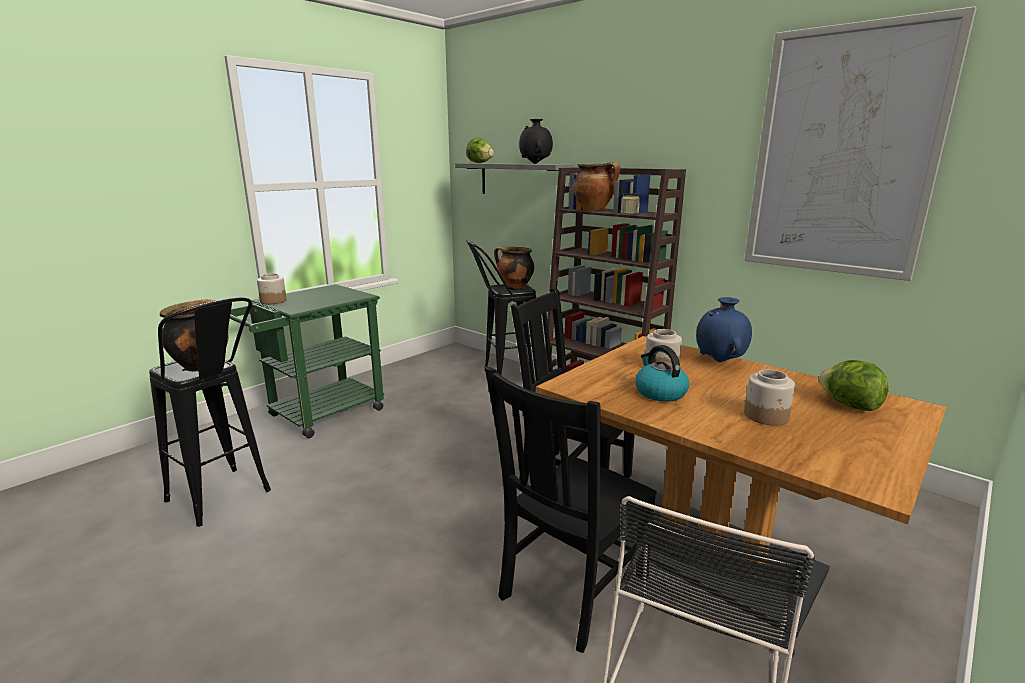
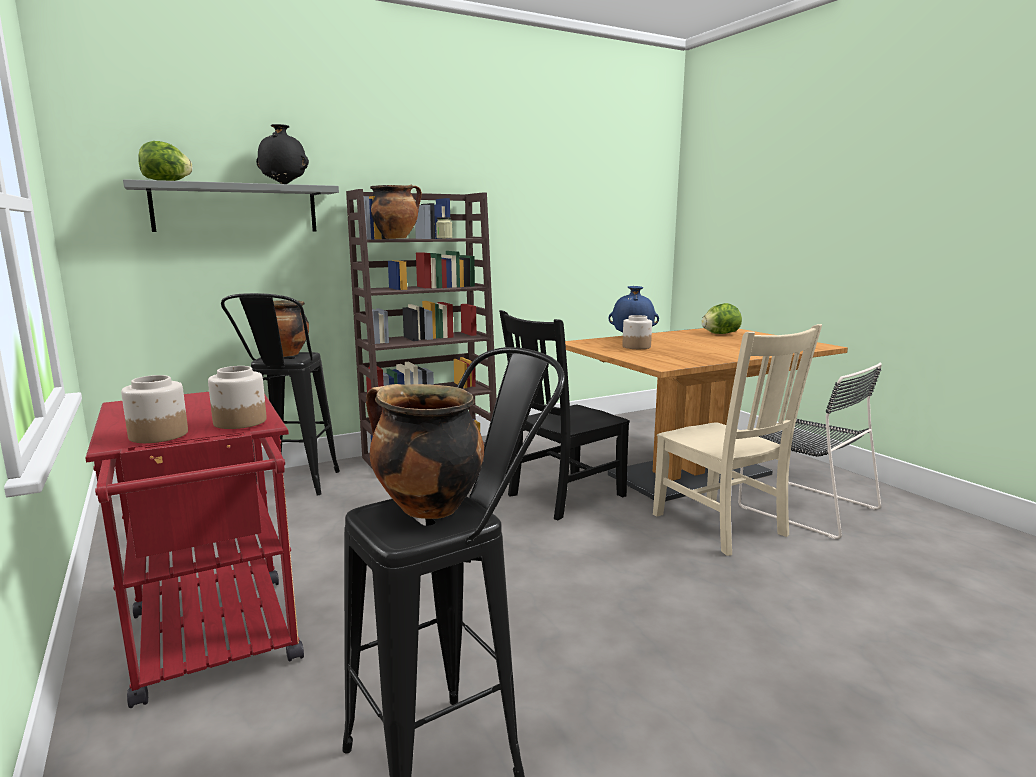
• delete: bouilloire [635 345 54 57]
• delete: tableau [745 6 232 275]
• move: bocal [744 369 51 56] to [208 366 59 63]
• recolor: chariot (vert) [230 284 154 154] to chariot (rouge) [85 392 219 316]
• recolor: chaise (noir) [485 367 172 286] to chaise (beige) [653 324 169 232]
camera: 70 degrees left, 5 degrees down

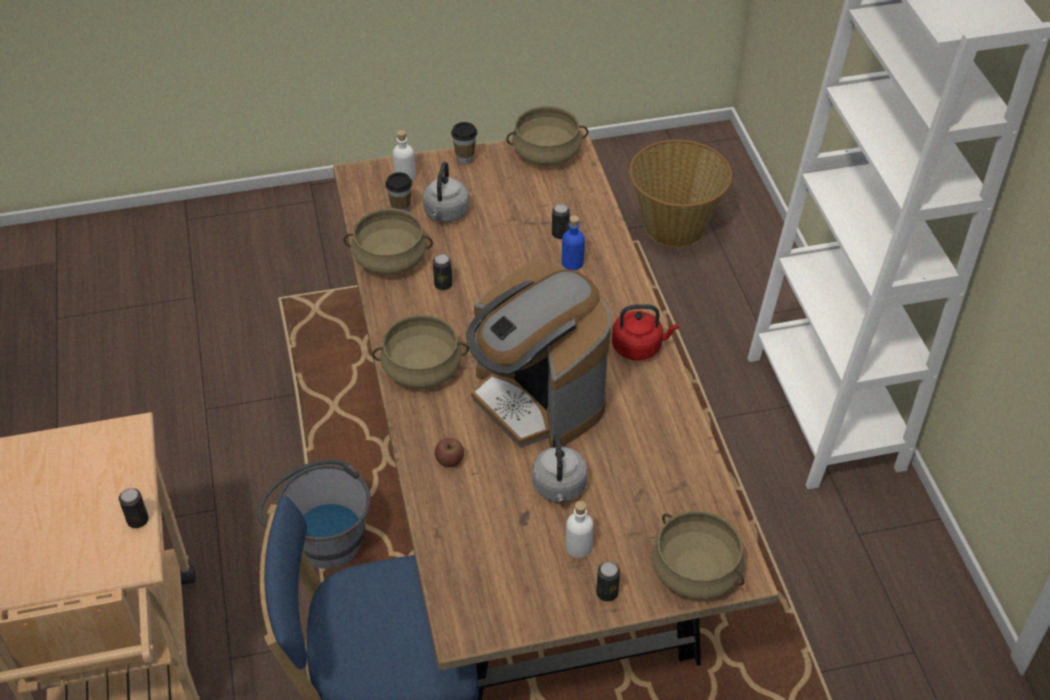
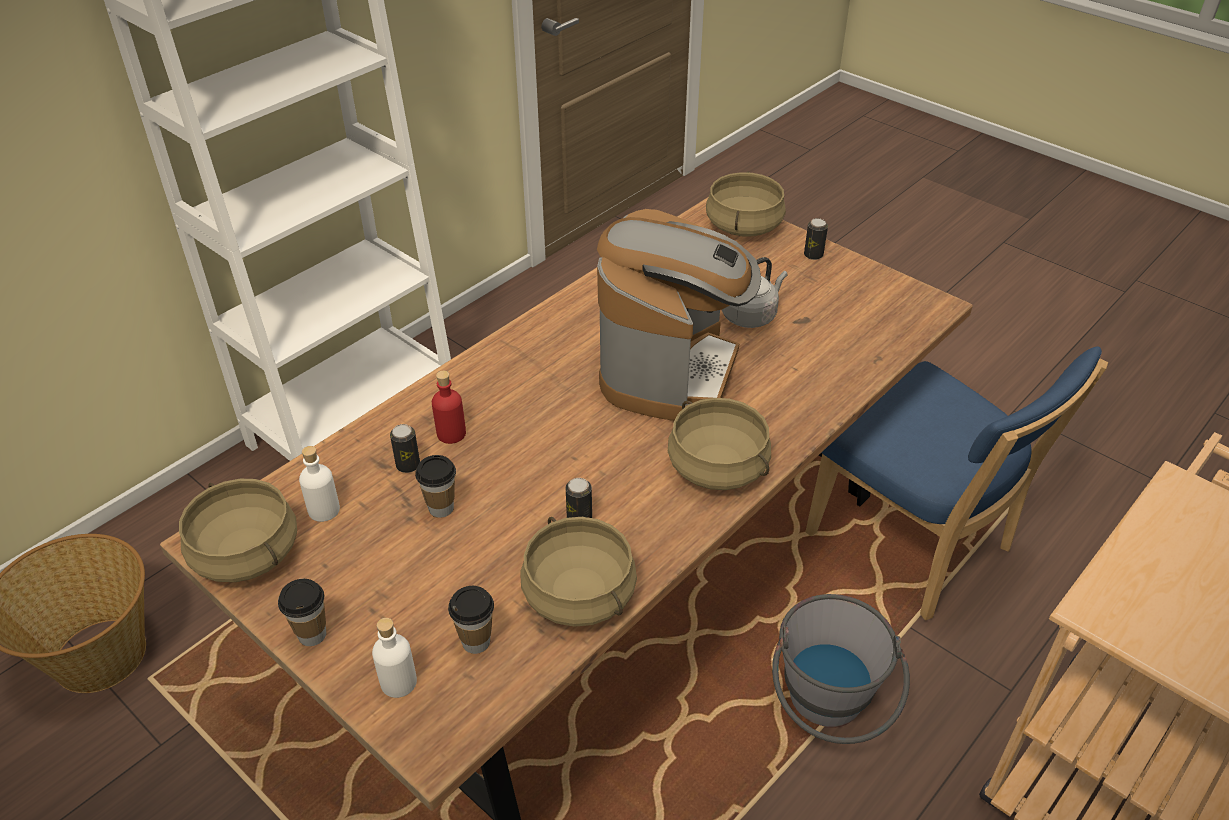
• delete: boîte métallique [119 488 30 40]
• delete: bouilloire (gris) [423 162 46 60]
• delete: pomme [435 438 29 29]
• delete: bouilloire (rouge) [612 304 67 57]
• insert: tasse [415 455 41 63]
• move: bouteille (blanc) [566 501 27 57] to [299 446 41 76]
• recolor: bouteille (bleu) [562 216 23 54] to bouteille (rouge) [432 371 34 73]
camera: 125 degrees left, 5 degrees down

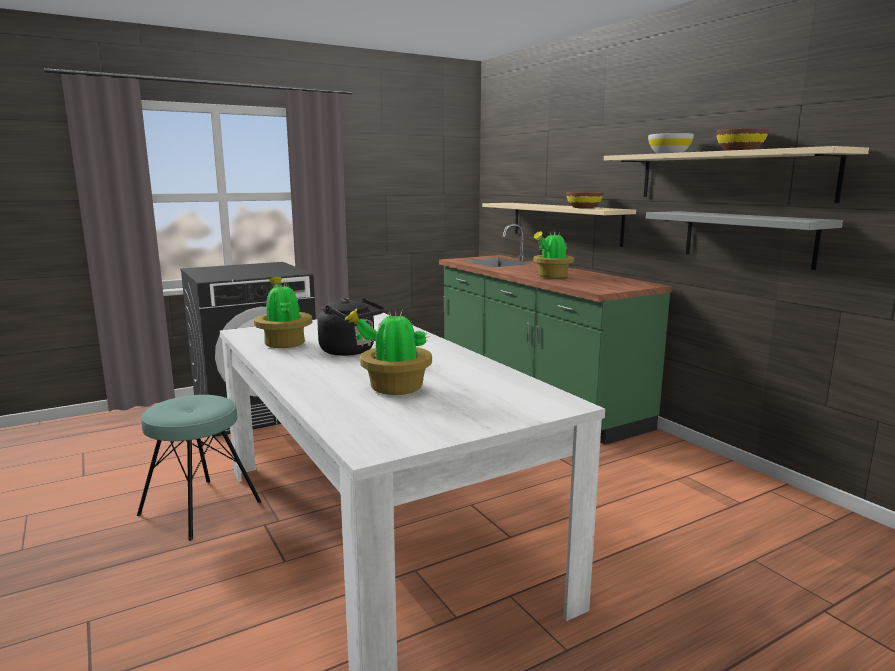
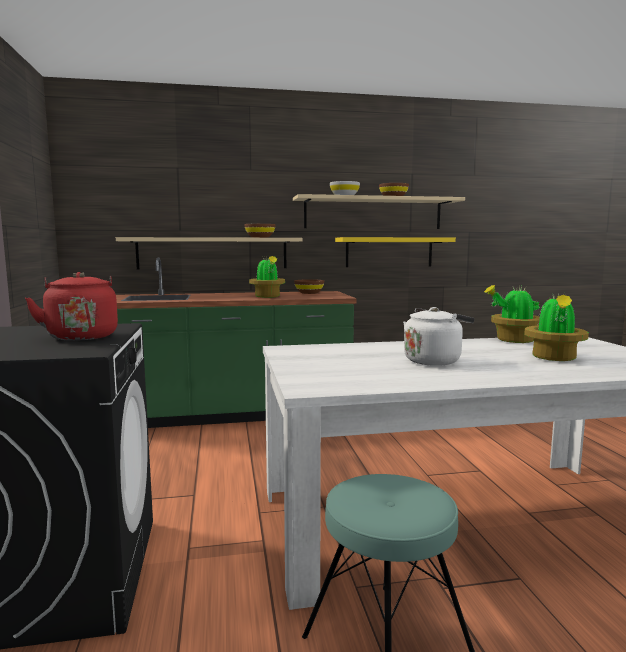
• insert: bouilloire (rouge) [25 272 93 69]
• insert: bol (marron) [294 279 30 15]
• move: plante en pot [254 276 58 72] to [484 285 56 58]
• recolor: bouilloire (noir) [317 298 68 58] to bouilloire (blanc) [403 307 71 59]
• recolor: étagère (gris) [646 211 197 59] to étagère (jaune) [335 237 121 30]
camera: 70 degrees left, 5 degrees down

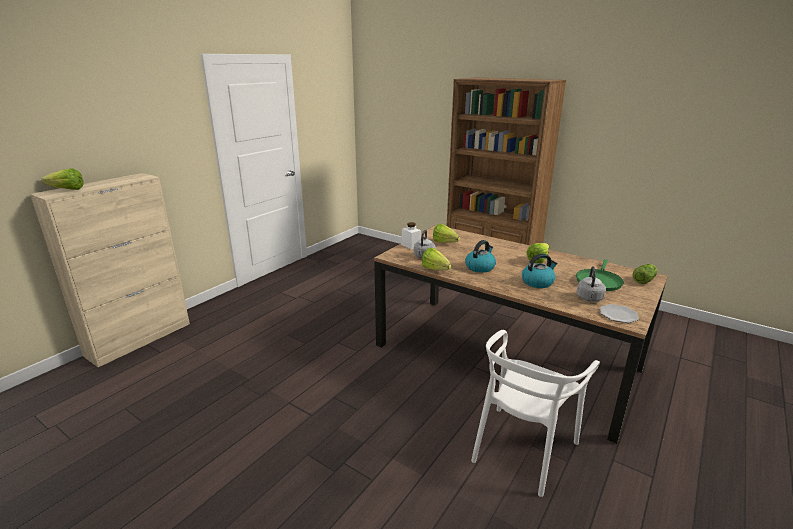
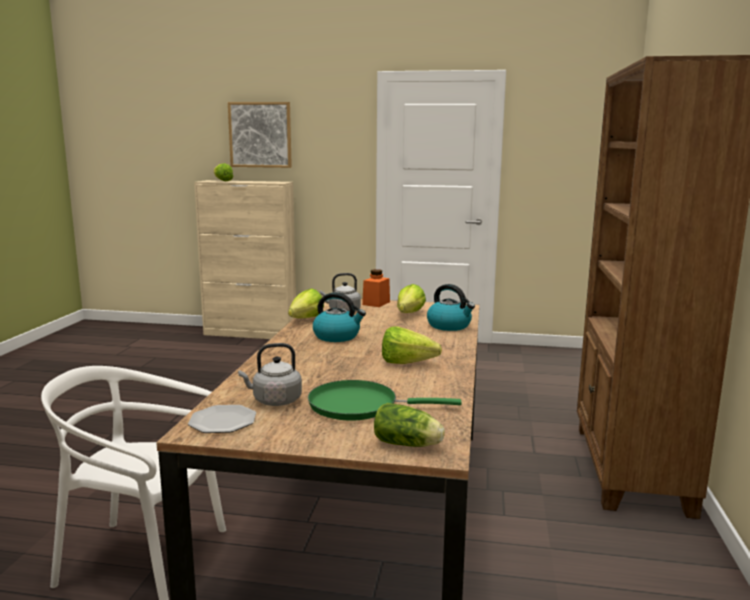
• insert: tableau [228 102 64 66]
• move: bouilloire [522 254 36 34] to [427 284 48 47]
• recolor: bocal (blanc) [401 222 20 27] to bocal (orange) [362 269 28 38]
camera: 65 degrees right, 10 degrees down

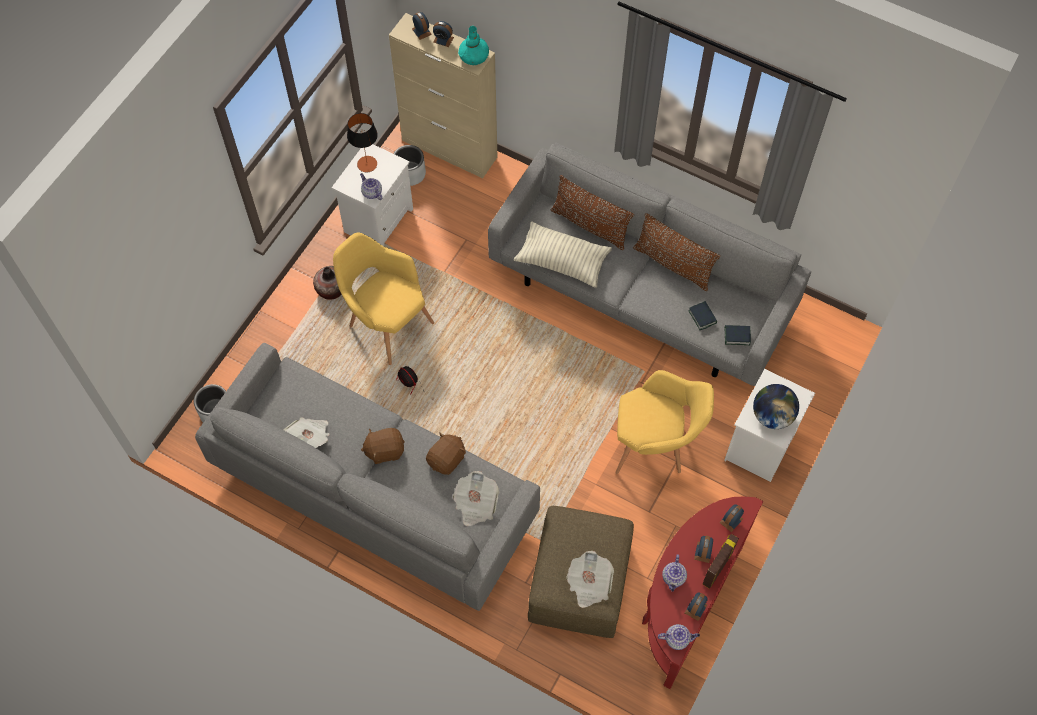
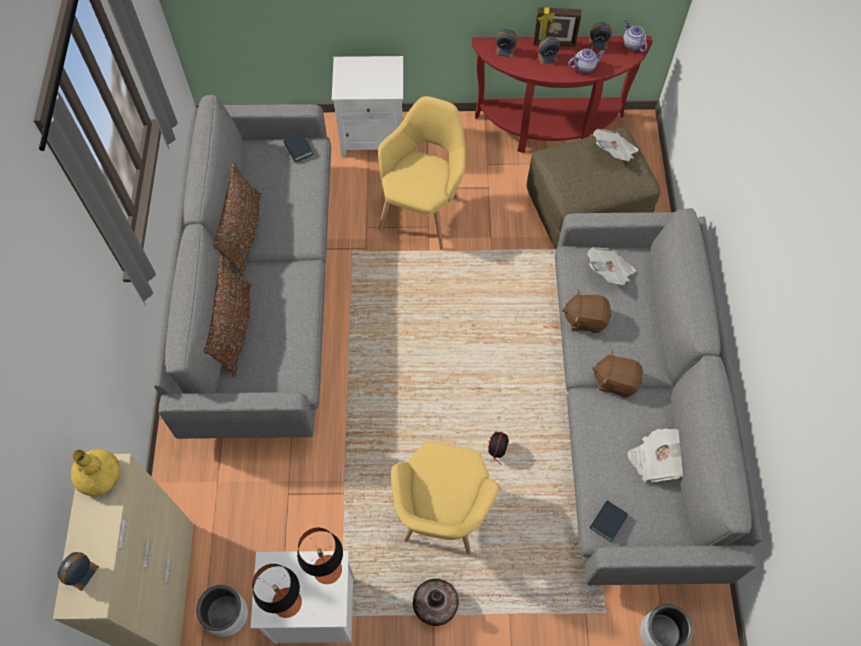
• delete: réveil [433 21 21 26]
• delete: coussin [514 221 98 67]
• delete: globe [753 384 46 45]
• move: livre [688 301 29 29] to [590 501 38 41]
• replace: théière [360 173 22 27] to lampe de table [297 528 46 56]
• recolor: vase (turquoise) [458 26 31 39] to vase (jaune) [71 449 49 47]
• rotate: peluche (marron) [361 428 44 36] = [592 350 51 47] 150 degrees clockwise
• rotate: fauteuil (jaune) [615 370 99 104] = [378 96 88 154] 45 degrees clockwise
camera: 120 degrees left, 0 degrees up

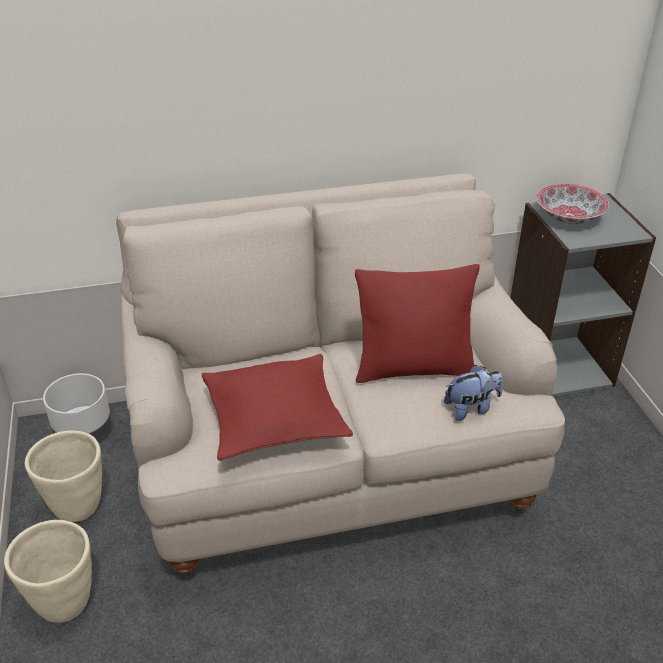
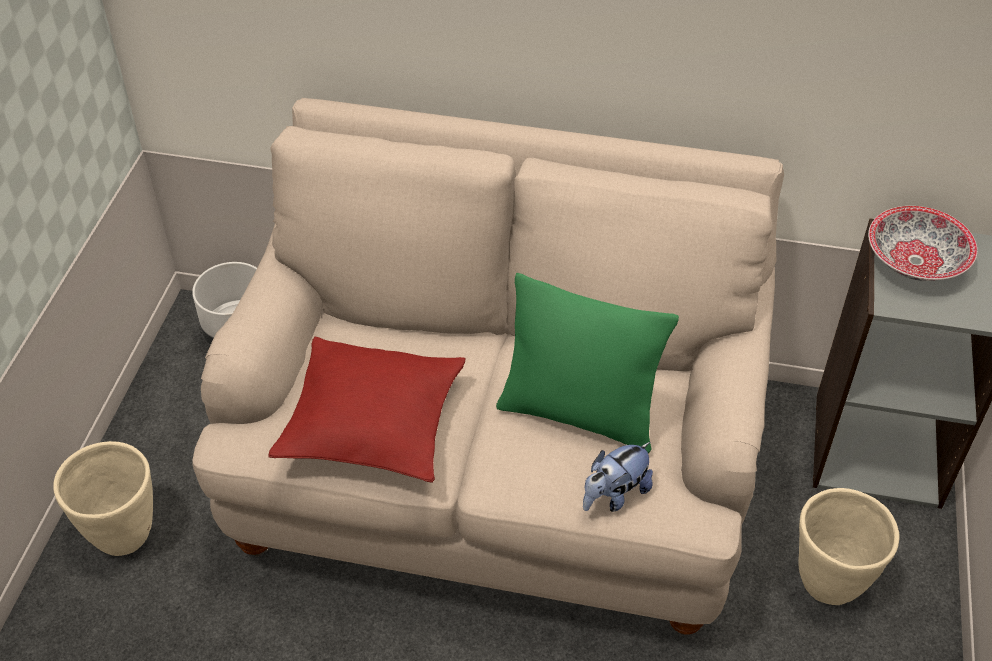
• move: cache-pot (beige) [25 430 77 92] to [799 488 101 117]
• recolor: coussin (rouge) [355 264 125 119] to coussin (vert) [496 273 183 180]
• rotate: peluche [444 365 59 56] = [583 442 70 70] 135 degrees clockwise
camera: 25 degrees right, 10 degrees up

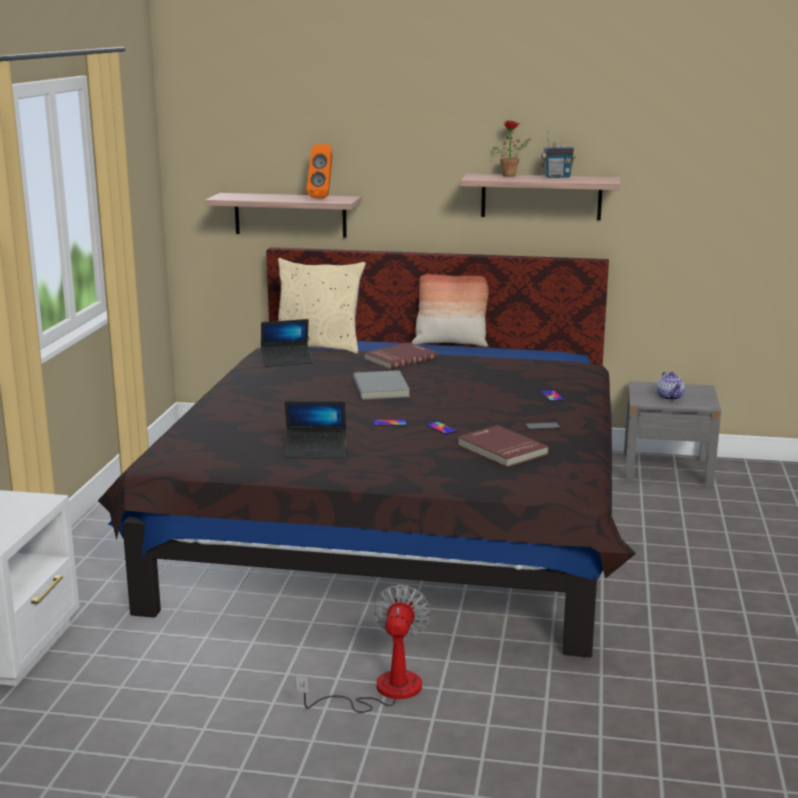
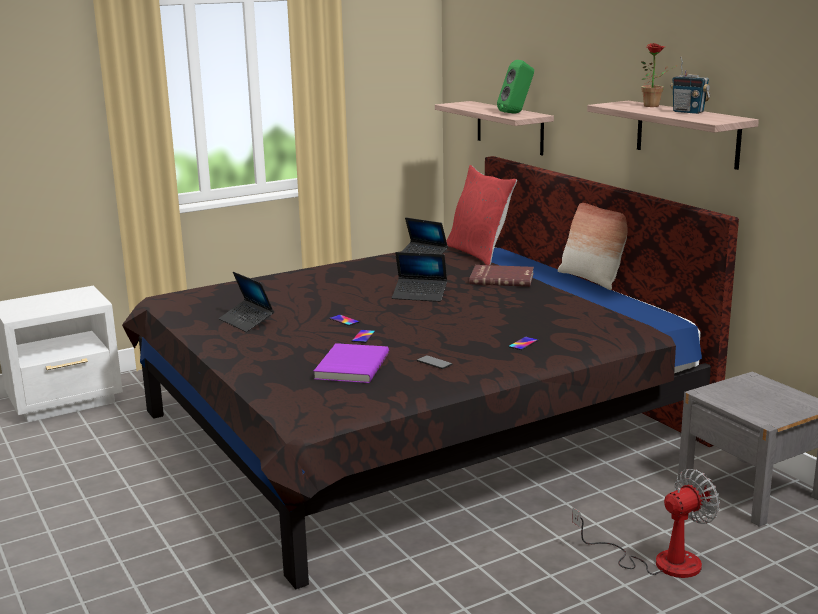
• delete: théière [657 371 28 30]
• move: ventilateur [296 585 135 128] to [572 469 148 109]
• replace: livre (gris) [353 370 57 30] to ordinateur portable [392 252 55 50]
• recolor: coussin (beige) [278 258 88 96] to coussin (rouge) [446 165 71 100]
• recolor: enceinte (orange) [307 144 26 55] to enceinte (vert) [497 60 37 54]
• recolor: livre (rouge) [458 426 91 41] to livre (violet) [314 343 75 40]
camera: 50 degrees right, 0 degrees up

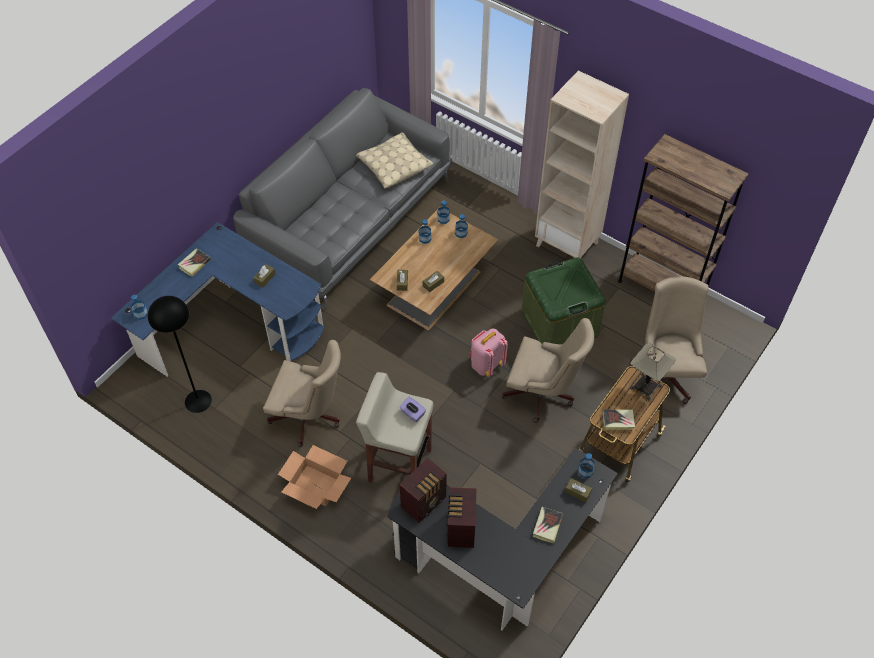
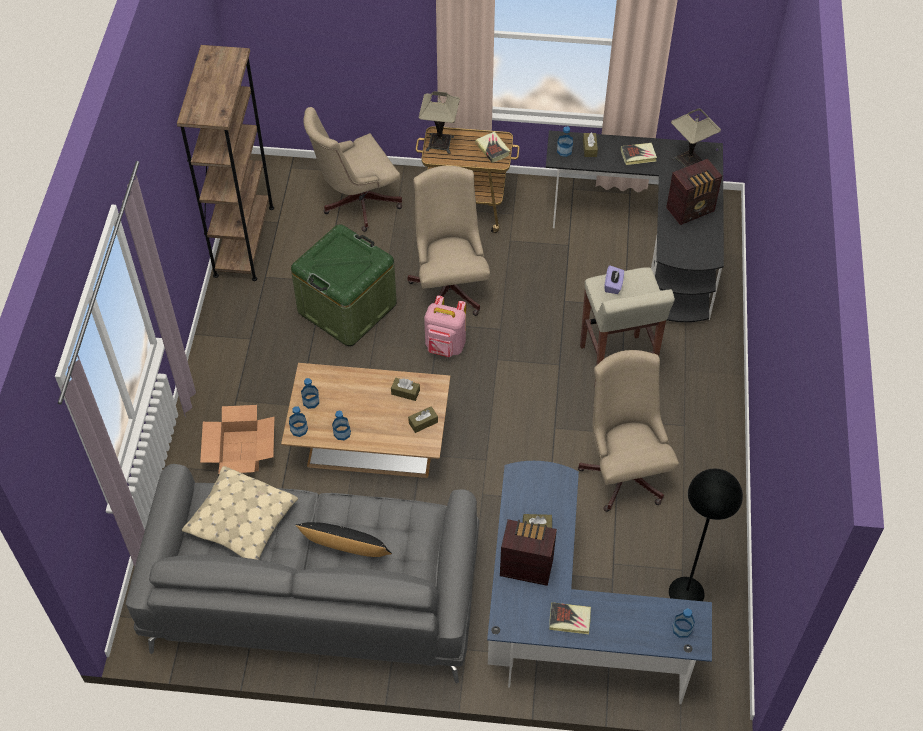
• delete: bibliothèque (beige) [535 71 94 187]
• insert: coussin (noir) [296 522 96 35]
• insert: lampe de table [671 109 50 59]
• move: carton [278 445 73 64] to [200 405 74 69]
• move: radio [400 458 47 65] to [500 519 57 67]
camera: 120 degrees left, 0 degrees up

